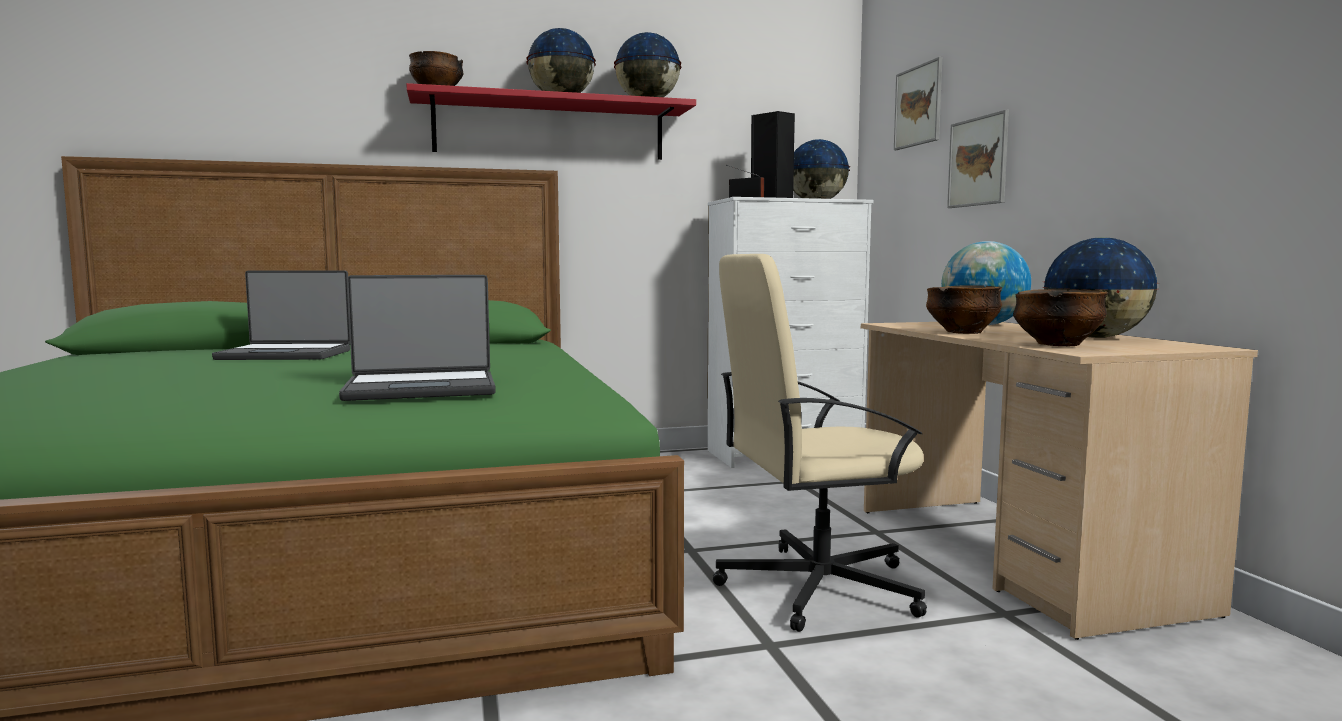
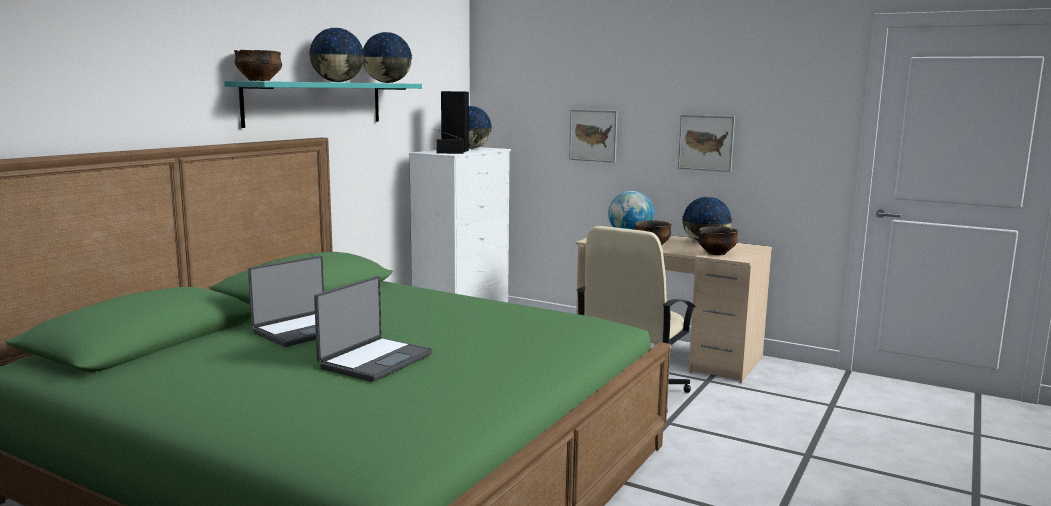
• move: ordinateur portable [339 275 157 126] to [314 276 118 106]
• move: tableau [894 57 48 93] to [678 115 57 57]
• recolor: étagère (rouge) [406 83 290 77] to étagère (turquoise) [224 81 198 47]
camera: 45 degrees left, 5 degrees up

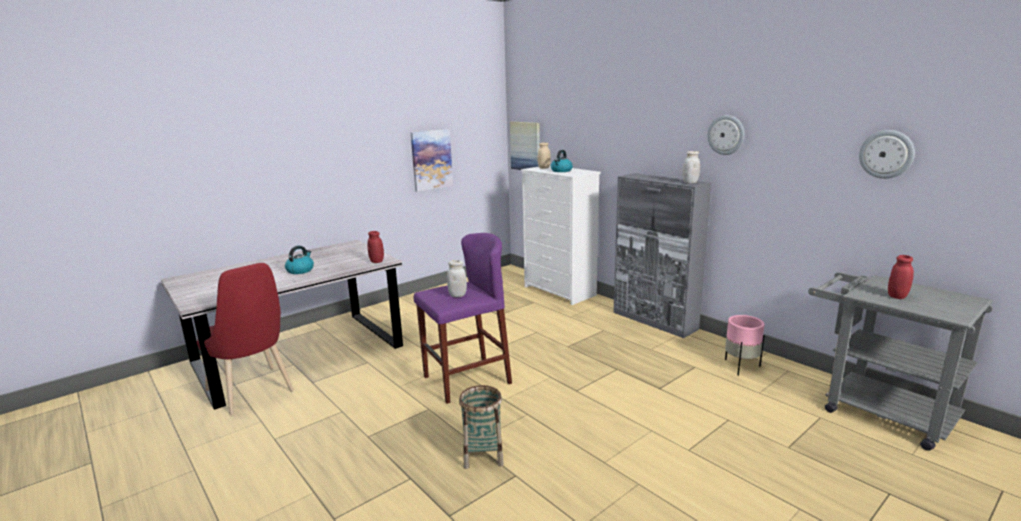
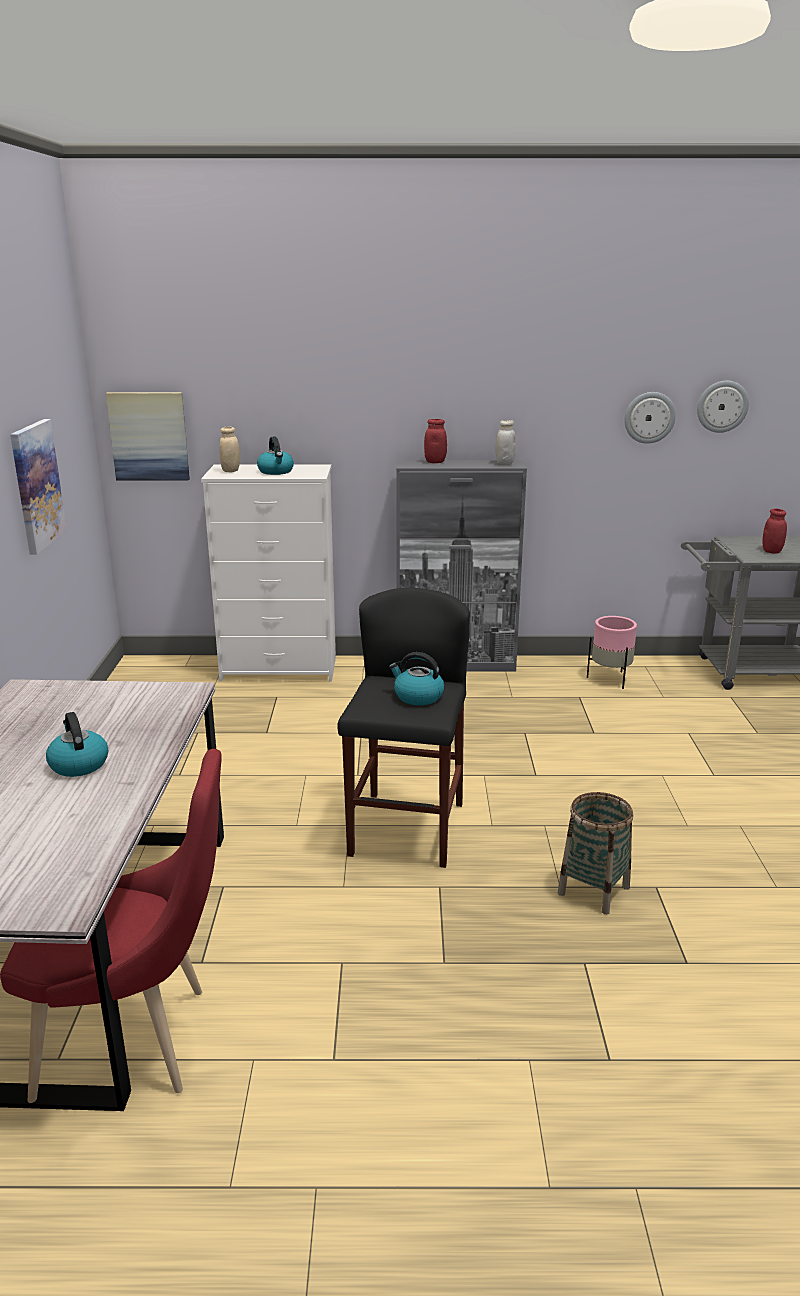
• move: bocal (rouge) [367 231 17 32] to [424 419 23 44]
• move: horloge murale [707 115 37 40] to [624 392 52 52]
• replace: bocal (blanc) [447 260 20 37] to bouilloire [389 652 55 53]
• recolor: tabouret (violet) [414 233 98 171] to tabouret (noir) [337 588 133 280]
camera: 50 degrees left, 5 degrees up

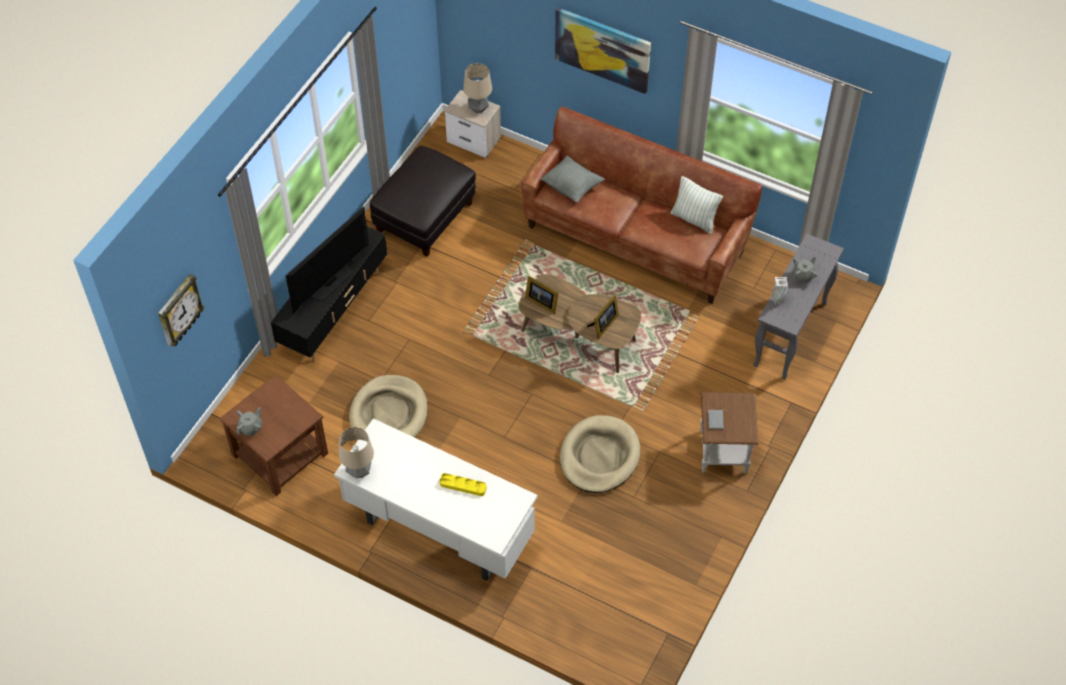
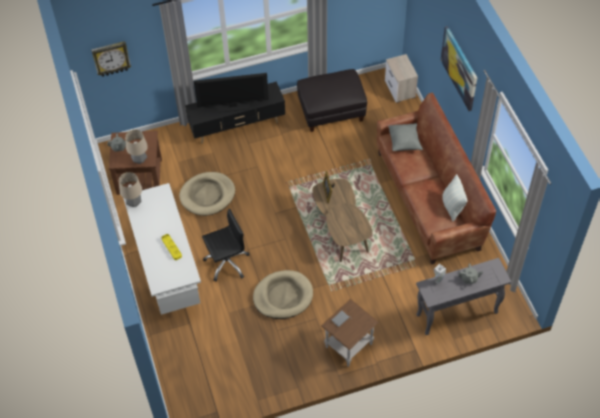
• delete: cadre photo [587 294 32 45]
• insert: chaise de bureau (noir) [202 208 48 74]
• move: lampe de table [463 63 29 50] to [125 129 23 35]
camera: 45 degrees right, 0 degrees up

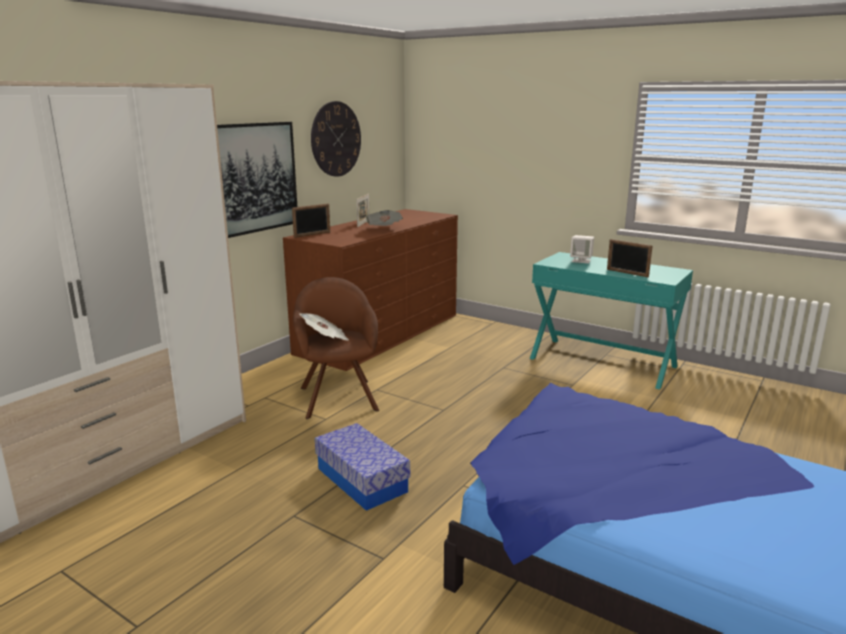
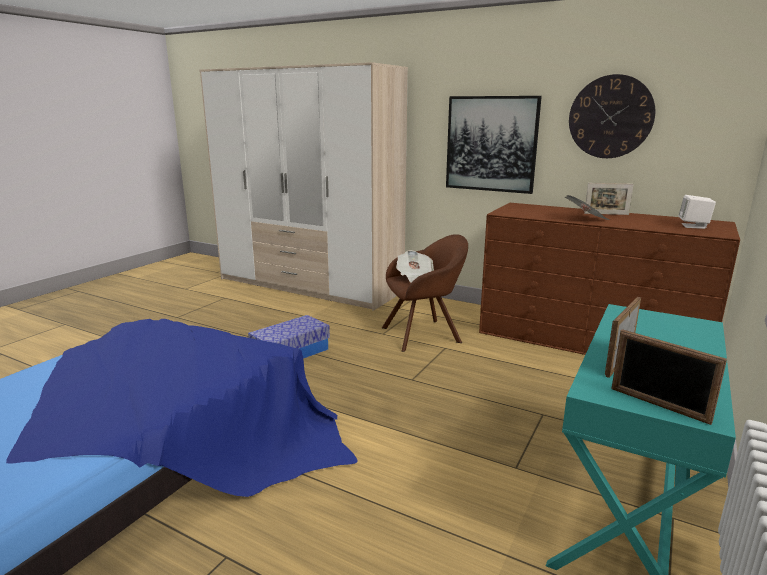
• move: cadre photo [292 203 38 35] to [611 329 116 96]
• move: enceinte (blanc) [570 235 24 29] to [679 195 37 34]
camera: 85 degrees right, 0 degrees up

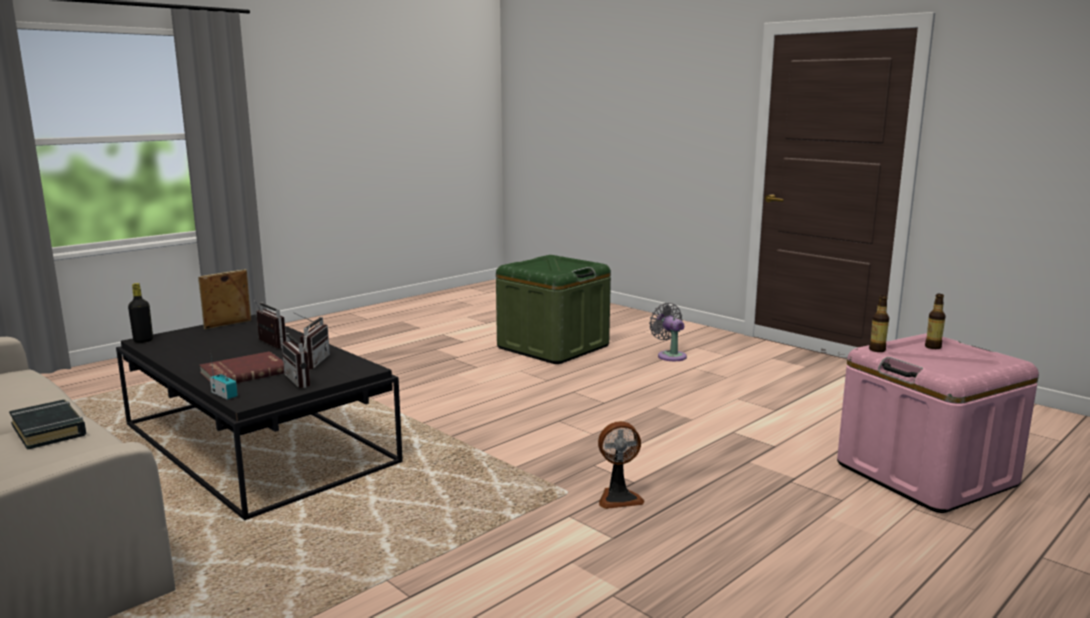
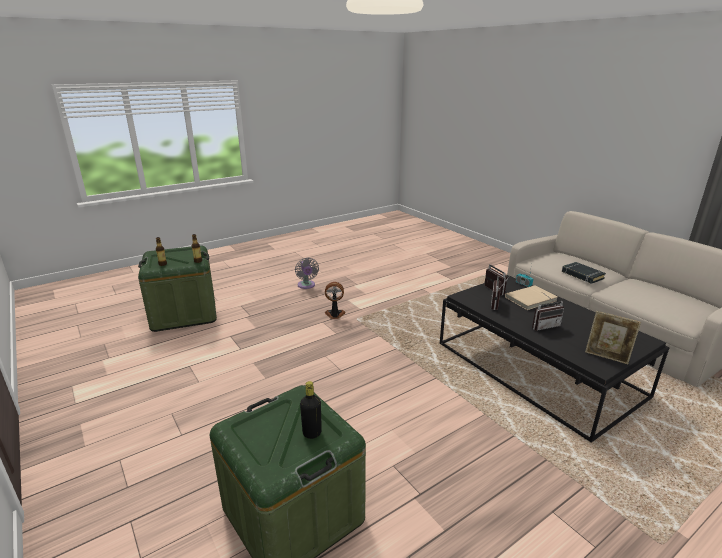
• move: bouteille (noir) [128 283 25 60] to [300 381 22 58]
• move: ventilateur (gris) [649 303 38 58] to [295 258 24 31]
• recolor: livre (rouge) [199 351 85 32] to livre (beige) [505 285 52 25]
• recolor: boîte de rangement (rose) [837 333 202 180] to boîte de rangement (vert) [138 245 79 87]
• rotate: cadre photo [198 269 53 60] = [585 311 56 53] 60 degrees clockwise
• rotate: radio [254 300 32 48] = [532 292 32 39] 75 degrees counterclockwise
camera: 170 degrees left, 10 degrees up

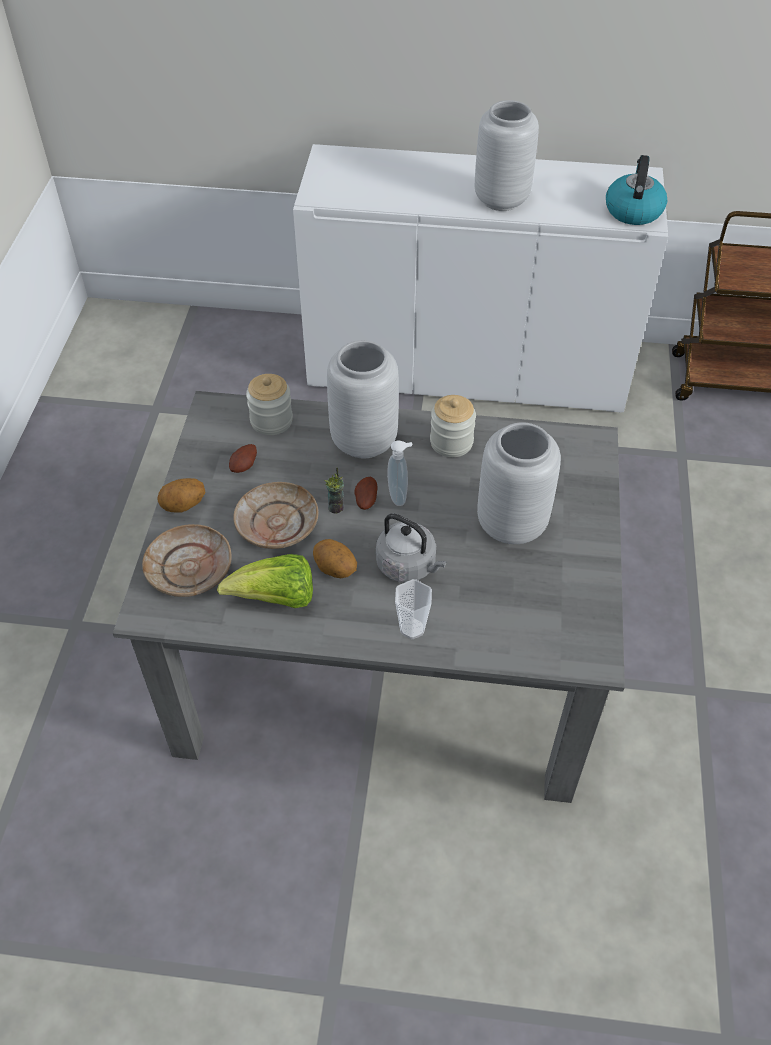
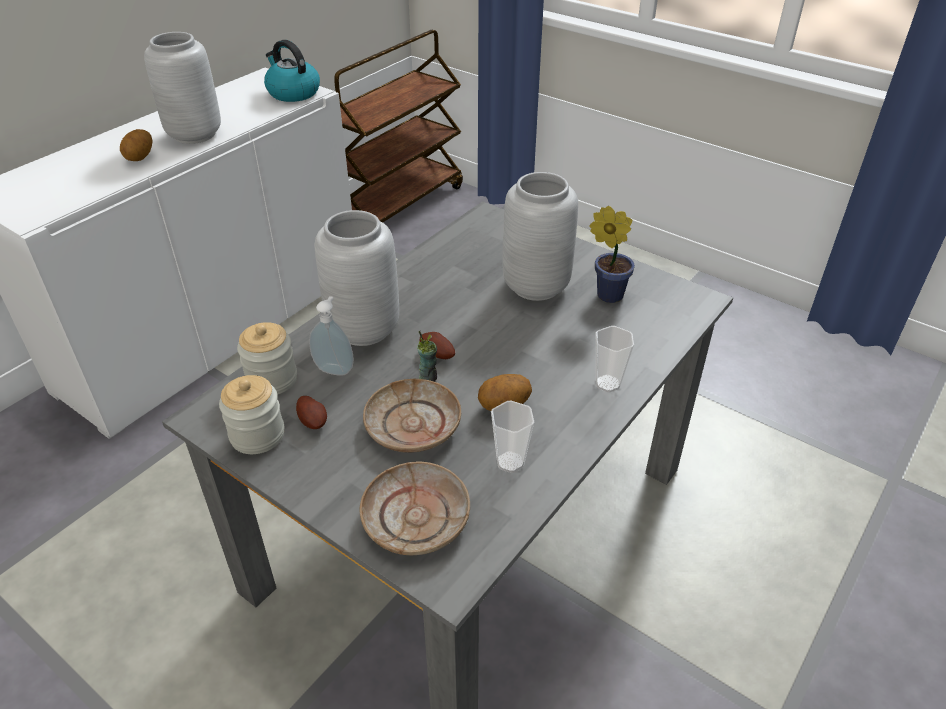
• delete: bouilloire (gris) [376 513 71 69]
• insert: plante en pot [590 206 45 97]
• move: pomme de terre [157 478 48 34] to [120 129 33 32]
• move: distributeur de savon [387 440 26 66] to [309 296 45 80]
• move: bocal [430 395 46 62] to [219 375 65 79]
• replace: laitue [217 554 96 54] to tasse [491 401 43 72]
camera: 60 degrees left, 10 degrees down

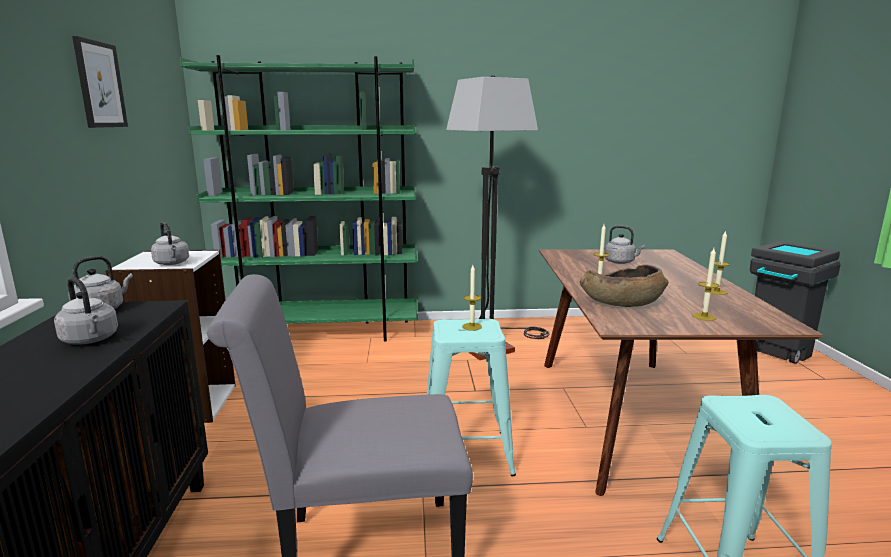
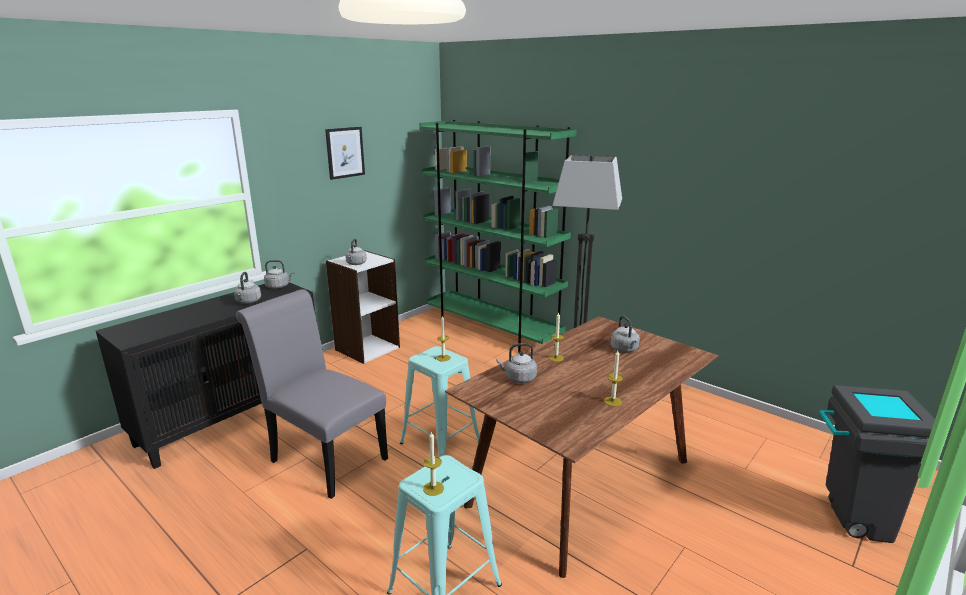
• move: bougie [693 248 26 73] to [423 431 21 65]
• replace: bol (marron) [580 264 88 43] to bouilloire (gris) [497 343 40 40]
camera: 45 degrees right, 5 degrees up

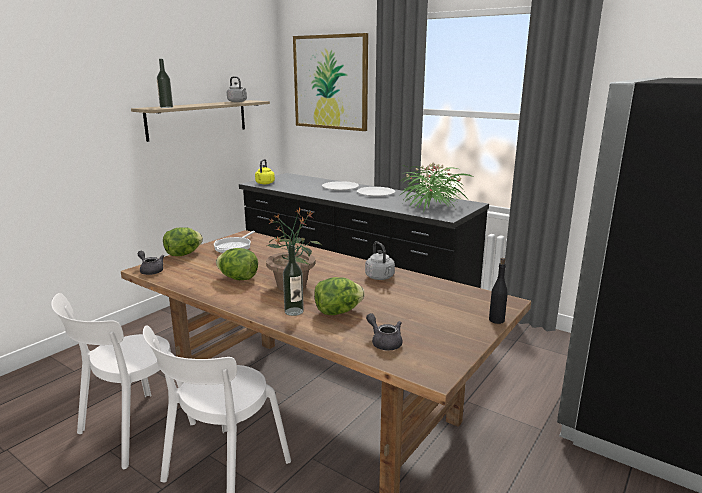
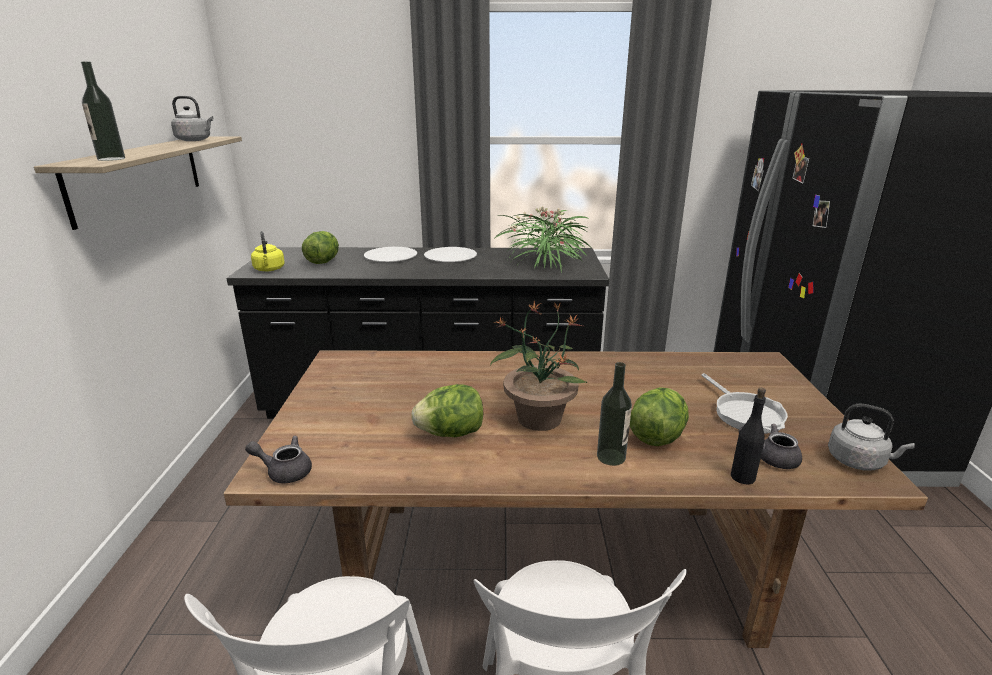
• delete: tableau [293 33 75 98]
• move: laitue [163 227 40 29] to [302 231 37 33]
• move: poêle [214 231 41 22] to [701 373 87 61]
• move: bouilloire (gris) [365 241 30 39] to [828 404 87 67]
• move: bouteille (noir) [489 258 19 66] to [731 388 35 96]
camera: 35 degrees left, 5 degrees up

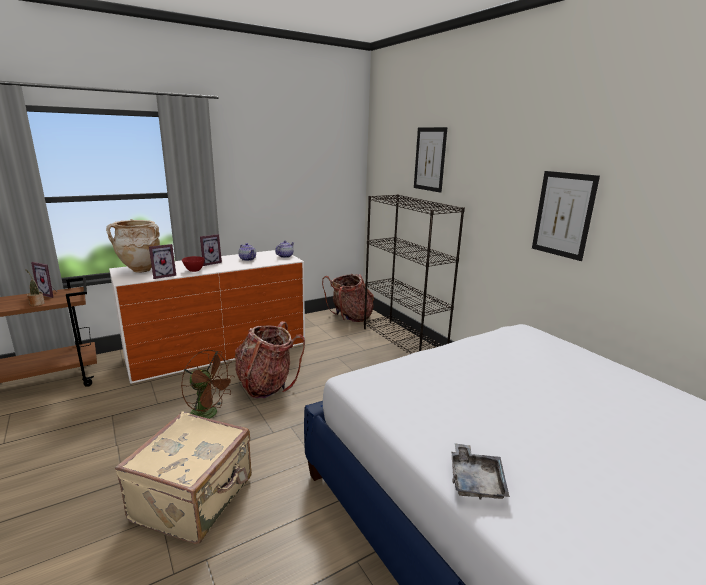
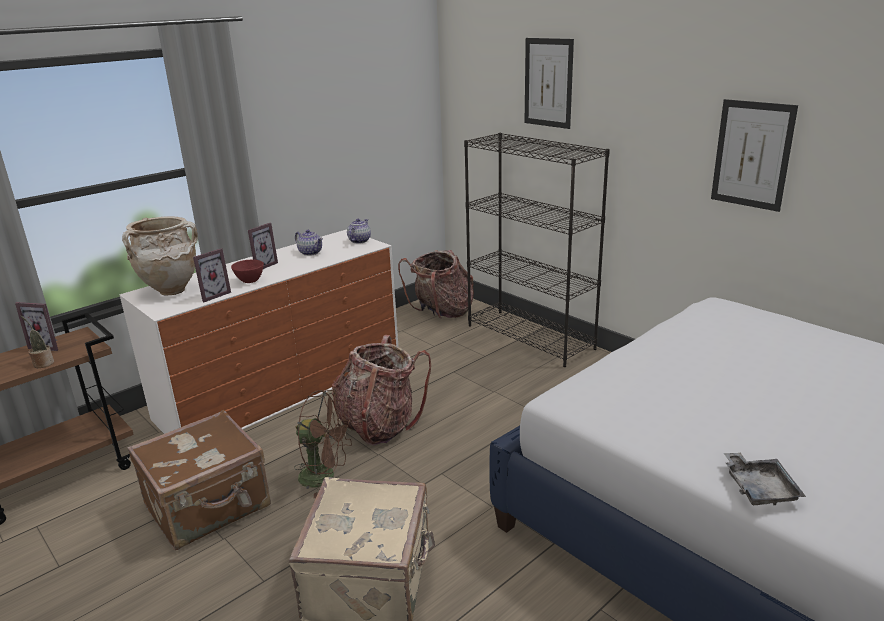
• insert: valise (marron) [127 410 144 140]
camera: 10 degrees left, 5 degrees up

